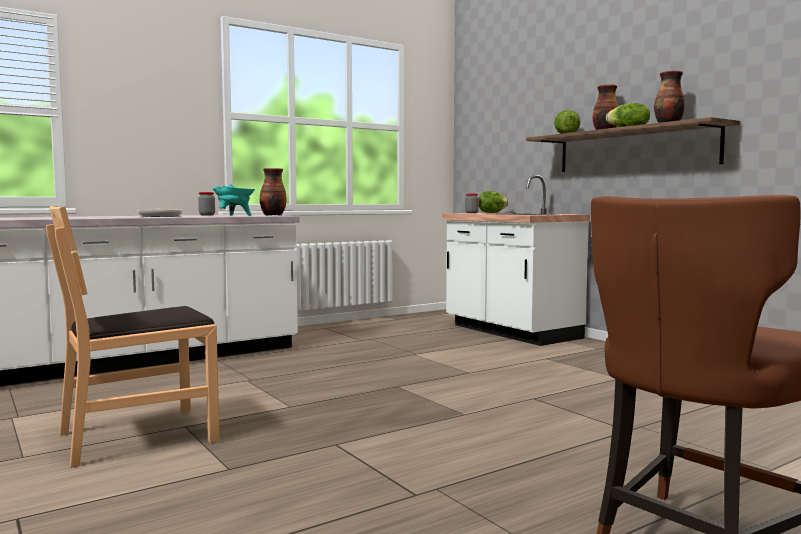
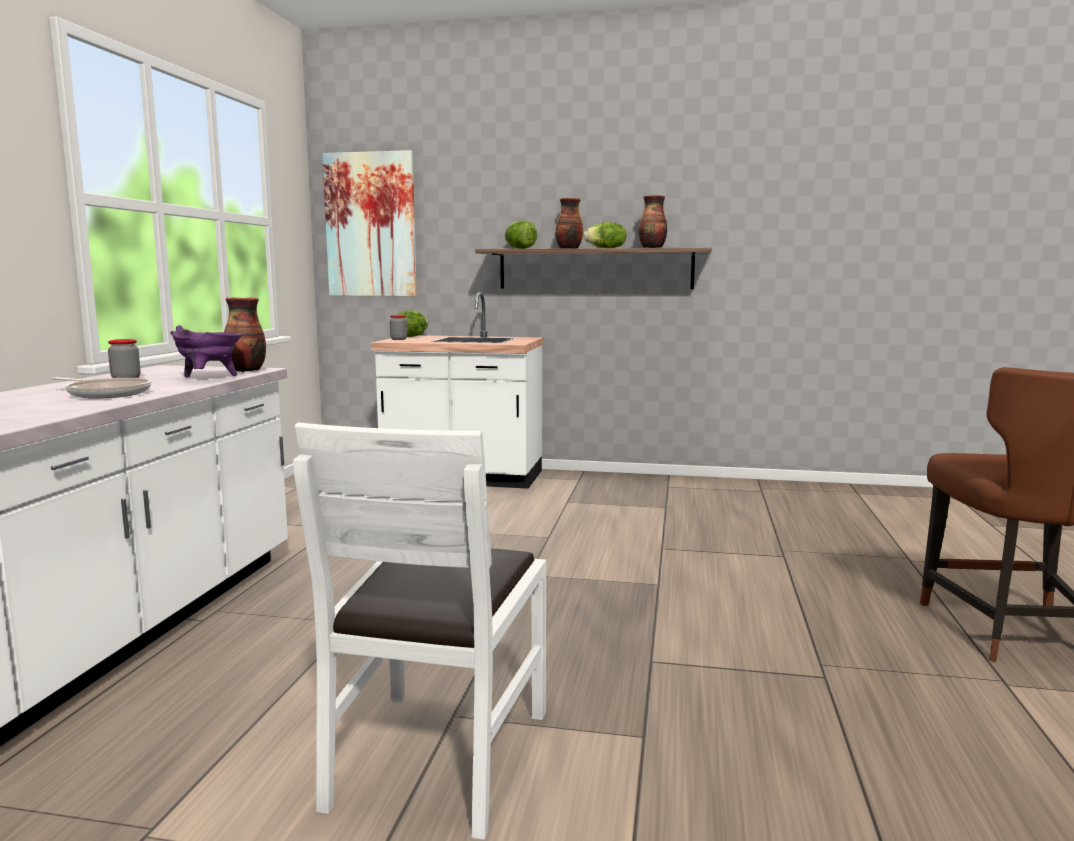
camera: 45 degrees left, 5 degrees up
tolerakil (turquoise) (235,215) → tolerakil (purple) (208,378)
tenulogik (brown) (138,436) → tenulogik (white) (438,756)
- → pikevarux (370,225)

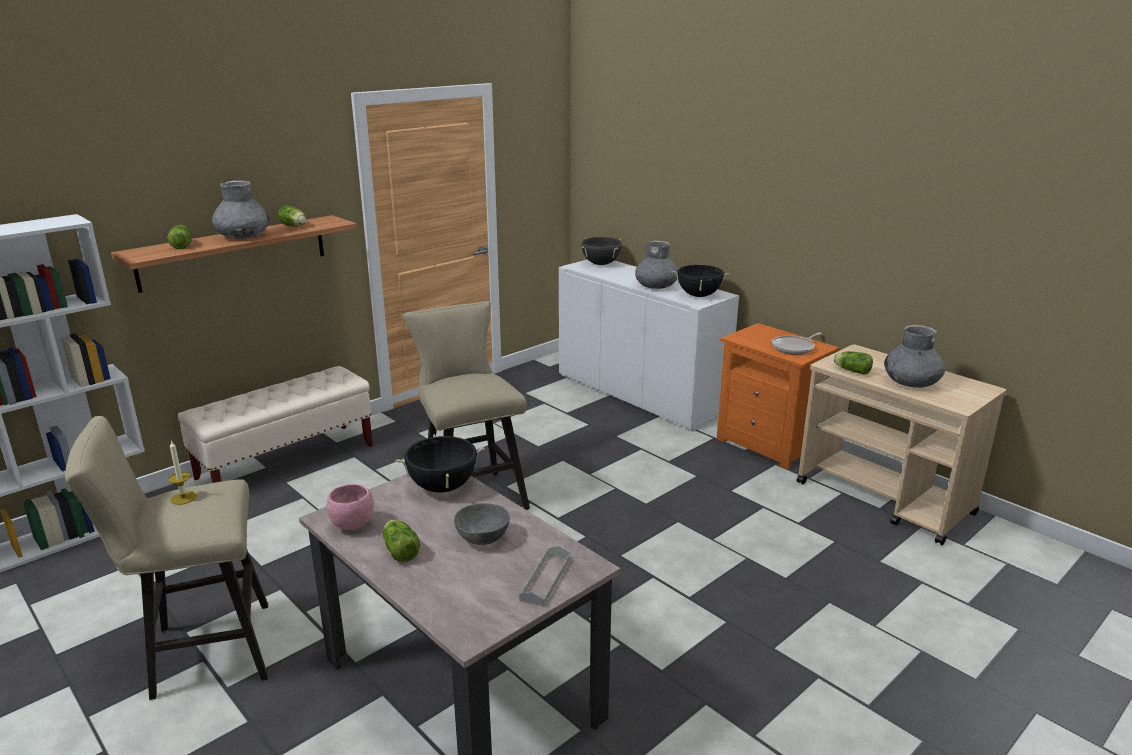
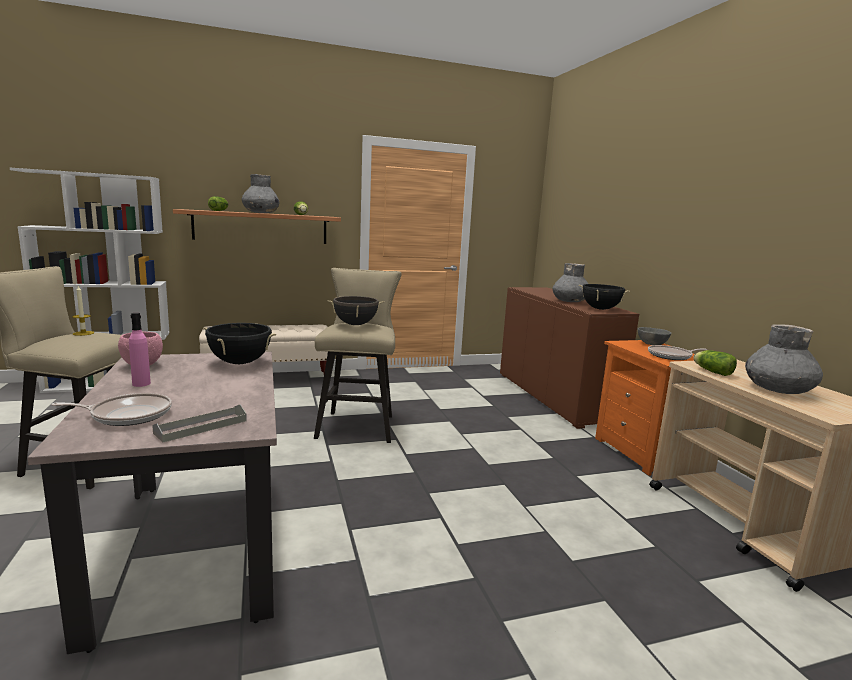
camera: 25 degrees right, 10 degrees down
tolerakil (black) (601,264) → tolerakil (black) (355,324), moved
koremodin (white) (639,393) → koremodin (brown) (553,397)
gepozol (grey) (481,539) → gepozol (grey) (651,344), moved
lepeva (400,550) → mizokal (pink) (141,384)
- → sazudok (127,415)

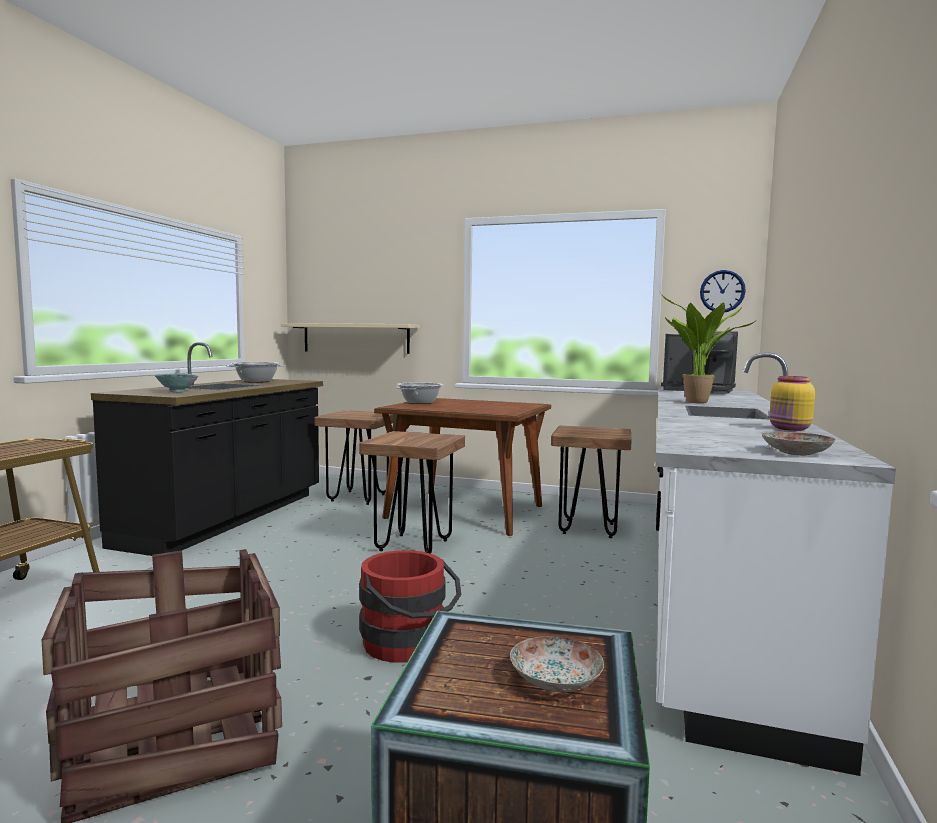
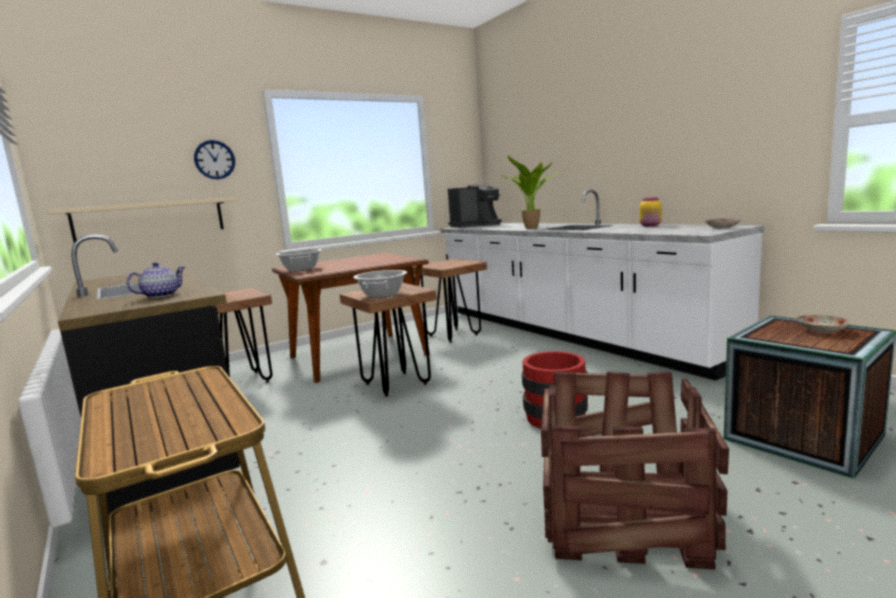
camera: 50 degrees left, 5 degrees up
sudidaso (722,291) → sudidaso (214,159), moved
tolerakil (256,381) → tolerakil (382,295), moved
gepozol (177,392) → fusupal (161,295)

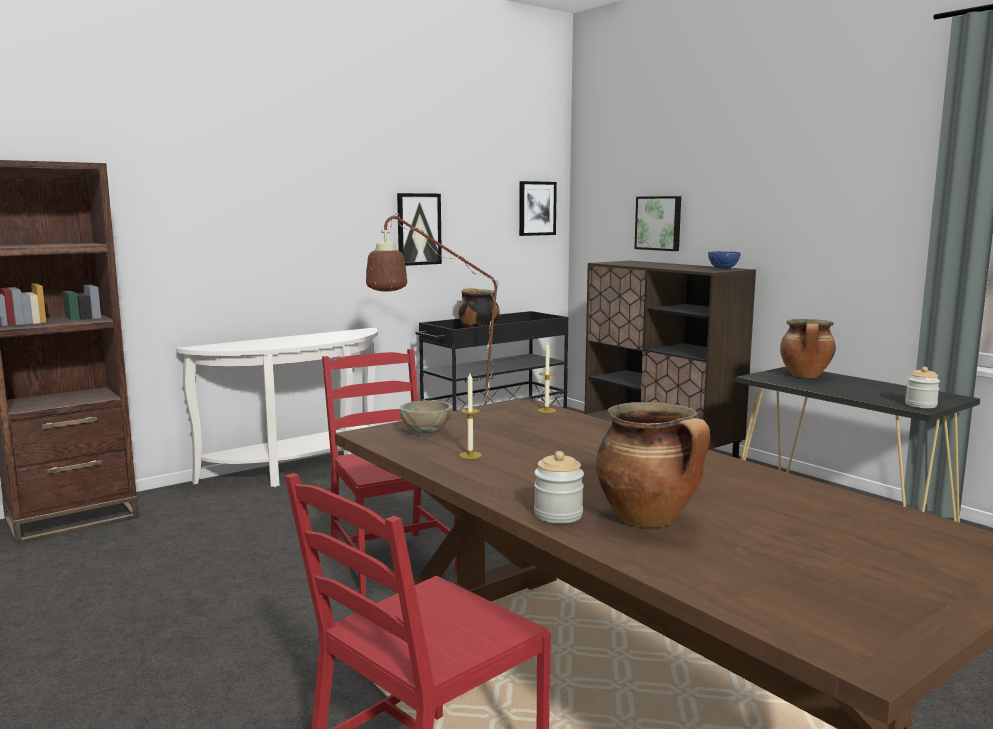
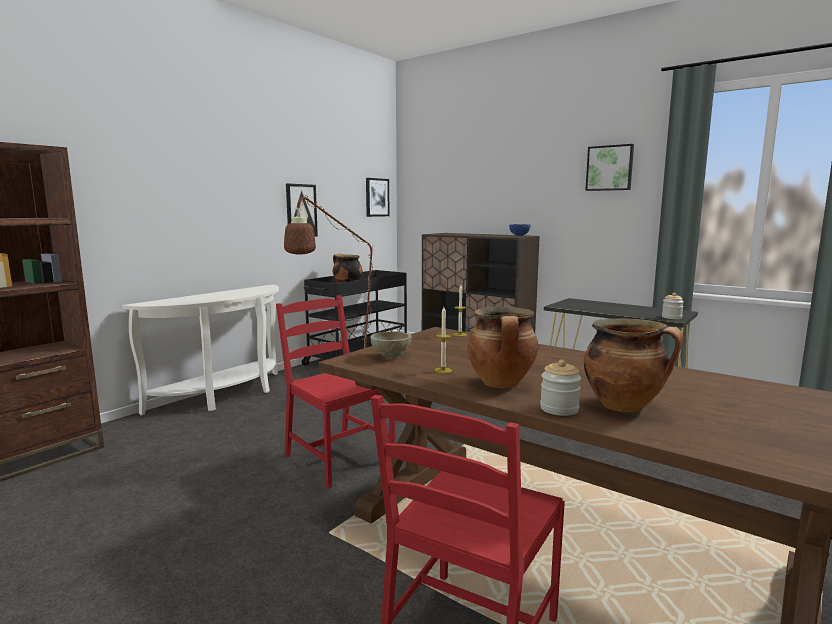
camera: 15 degrees left, 0 degrees up
pikevarux (659,223) → pikevarux (609,168), moved
tolerakil (806,376) → tolerakil (502,384), moved

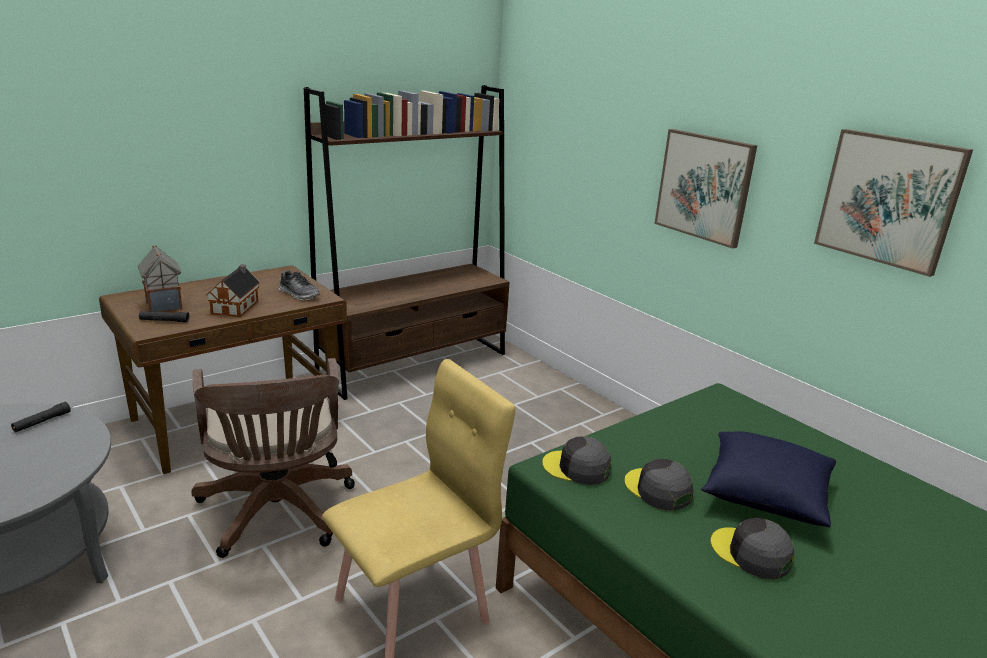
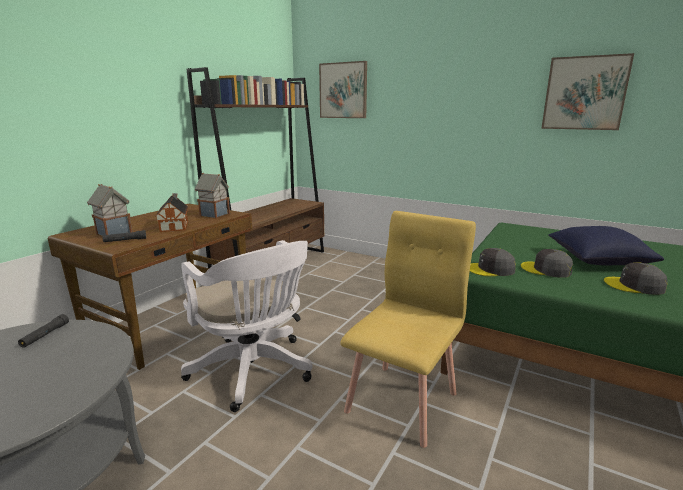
camera: 20 degrees left, 5 degrees down
pikevarux (704,187) → pikevarux (343,90), moved
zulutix (299,294) → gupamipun (214,214)
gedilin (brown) (277,515) → gedilin (white) (254,372)

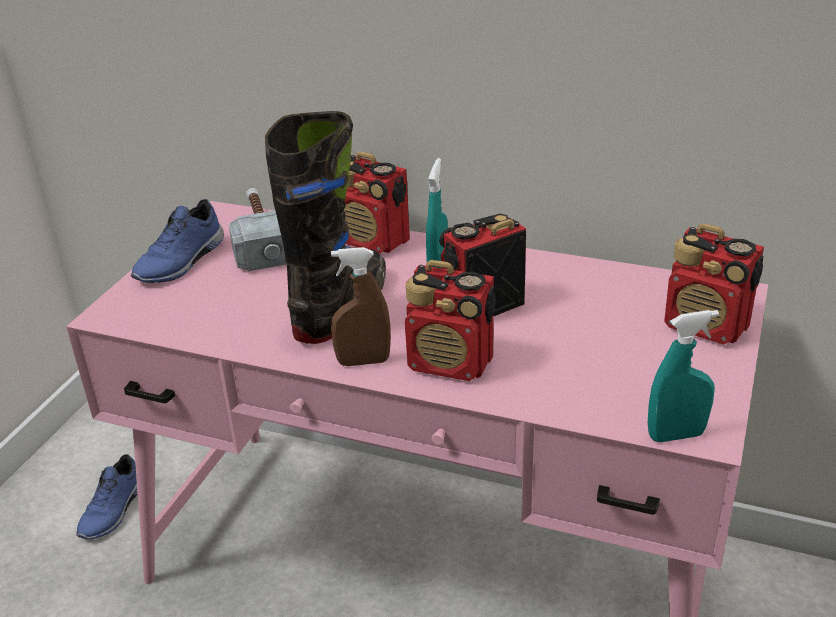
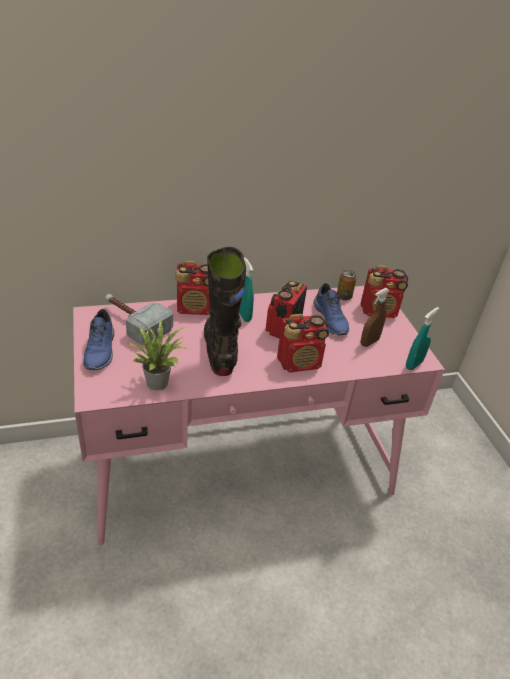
camera: 40 degrees left, 5 degrees up
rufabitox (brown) (363,361) → rufabitox (brown) (369,342), moved
zulutix (blue) (114,510) → zulutix (blue) (331,319), moved
- → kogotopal (343,297)
- → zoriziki (158,381)

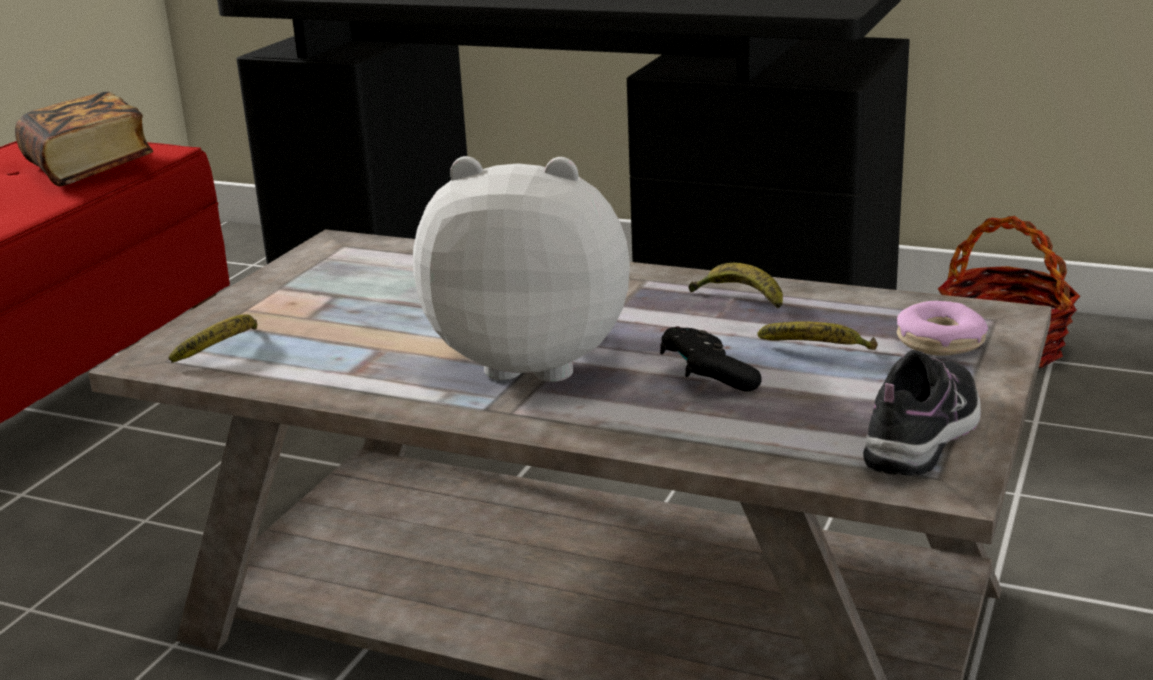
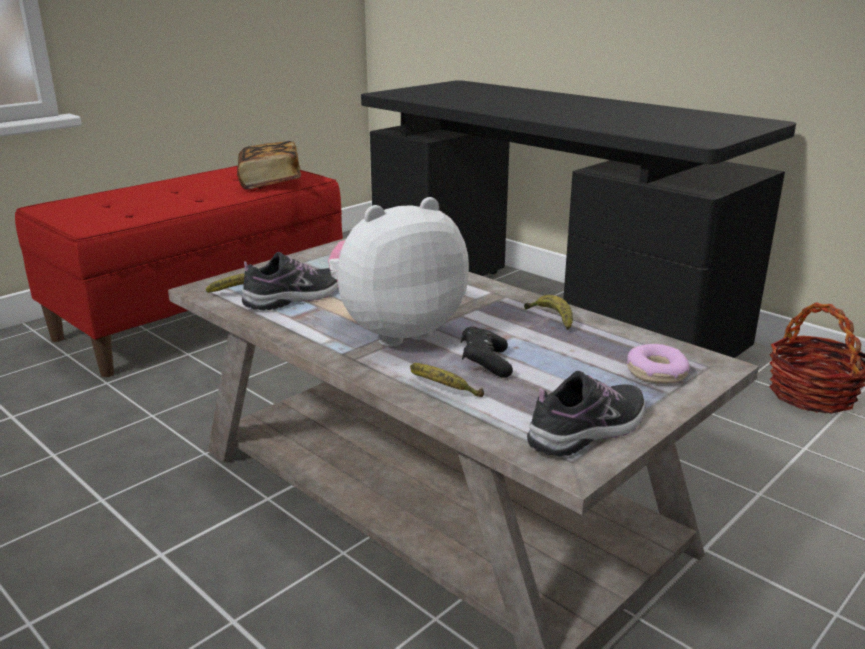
camera: 20 degrees right, 0 degrees up
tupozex (534,360) → tupozex (396,331), 60 degrees counterclockwise
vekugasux (817,352) → vekugasux (442,389), moved
- → zulutix (294,298)

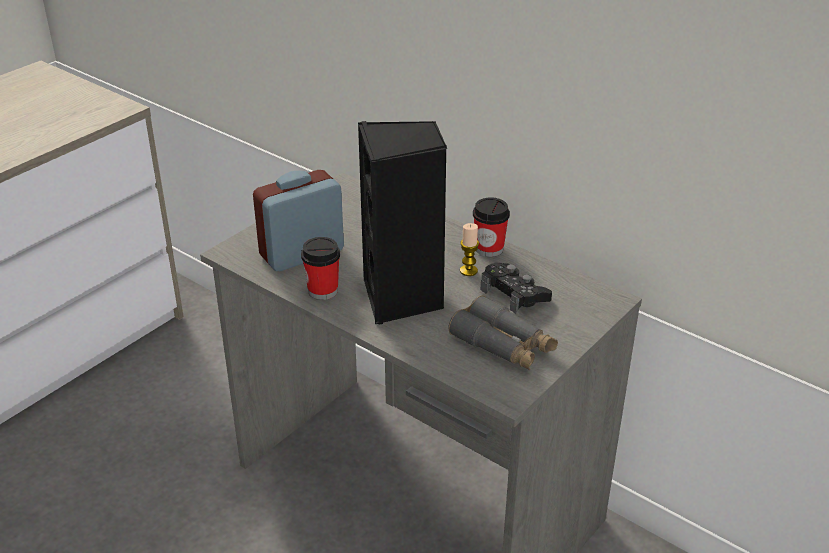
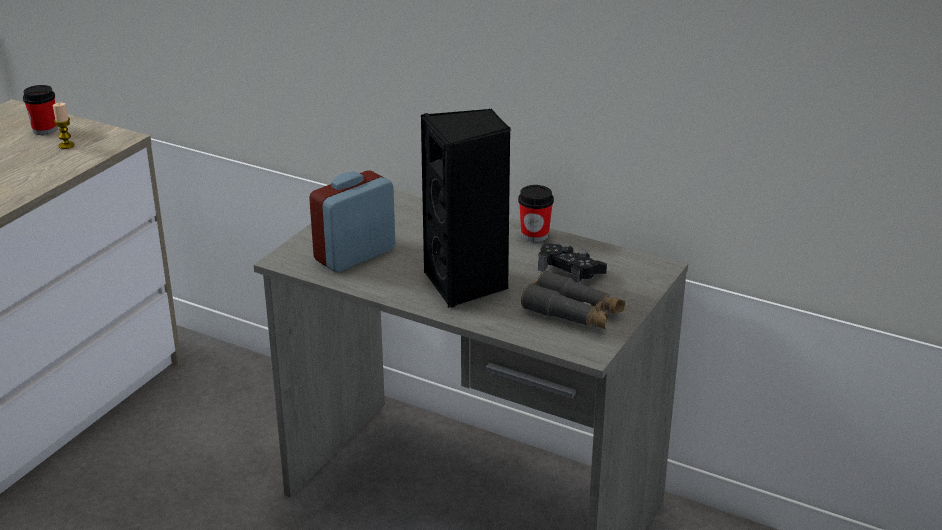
camera: 10 degrees left, 5 degrees down
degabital (468,271) → degabital (66,145), moved
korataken (323,291) → korataken (45,130), moved

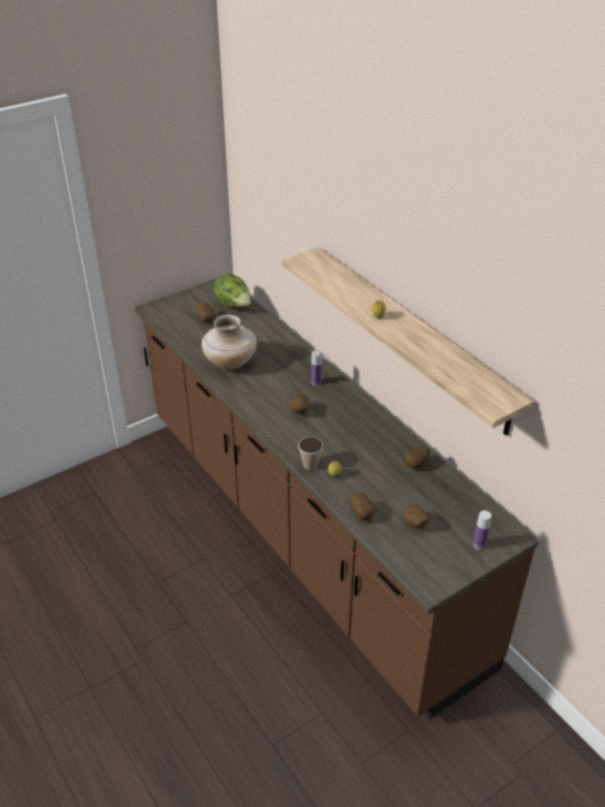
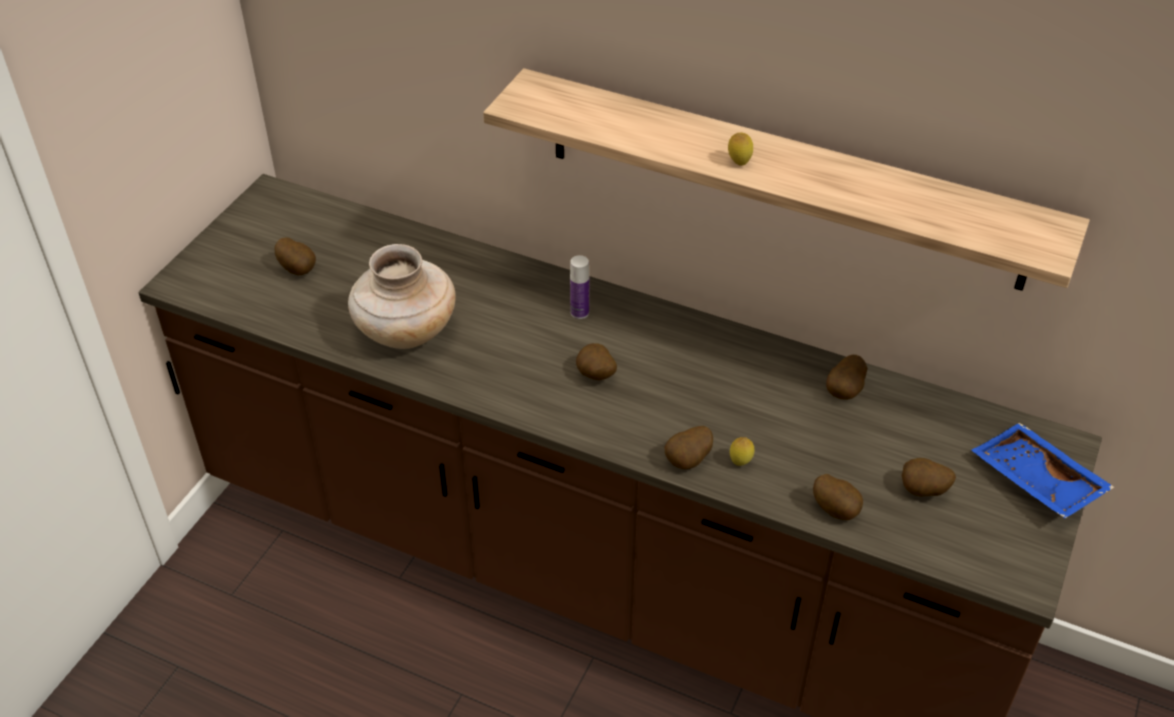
camera: 30 degrees left, 5 degrees up
lepeva (234,305) → -
korataken (310,465) → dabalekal (688,461)
mizokal (479,545) → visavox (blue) (1034,481)

